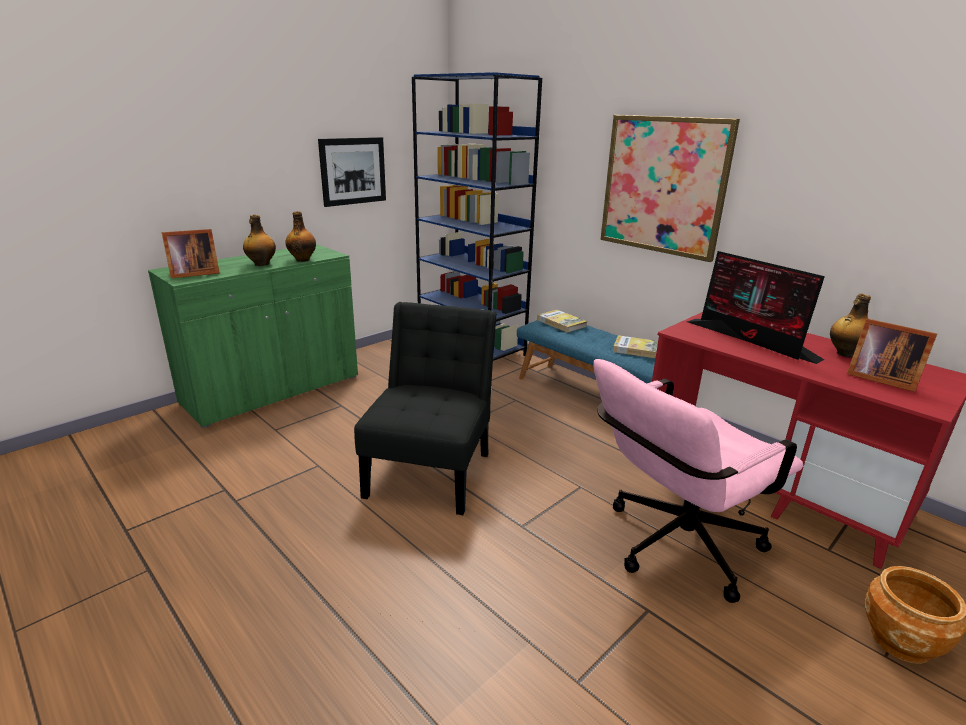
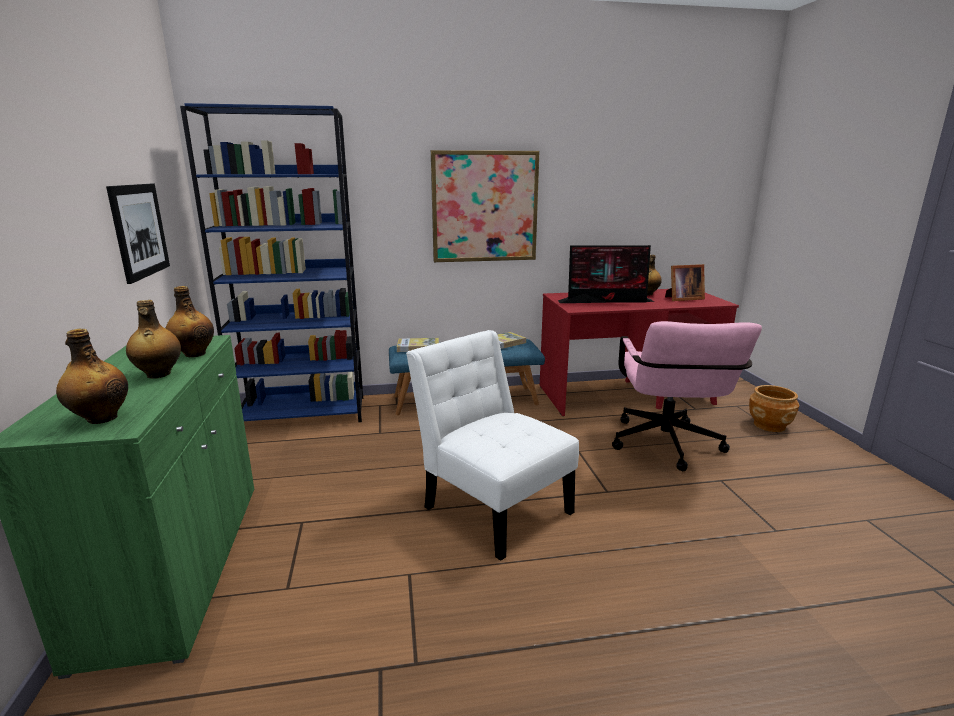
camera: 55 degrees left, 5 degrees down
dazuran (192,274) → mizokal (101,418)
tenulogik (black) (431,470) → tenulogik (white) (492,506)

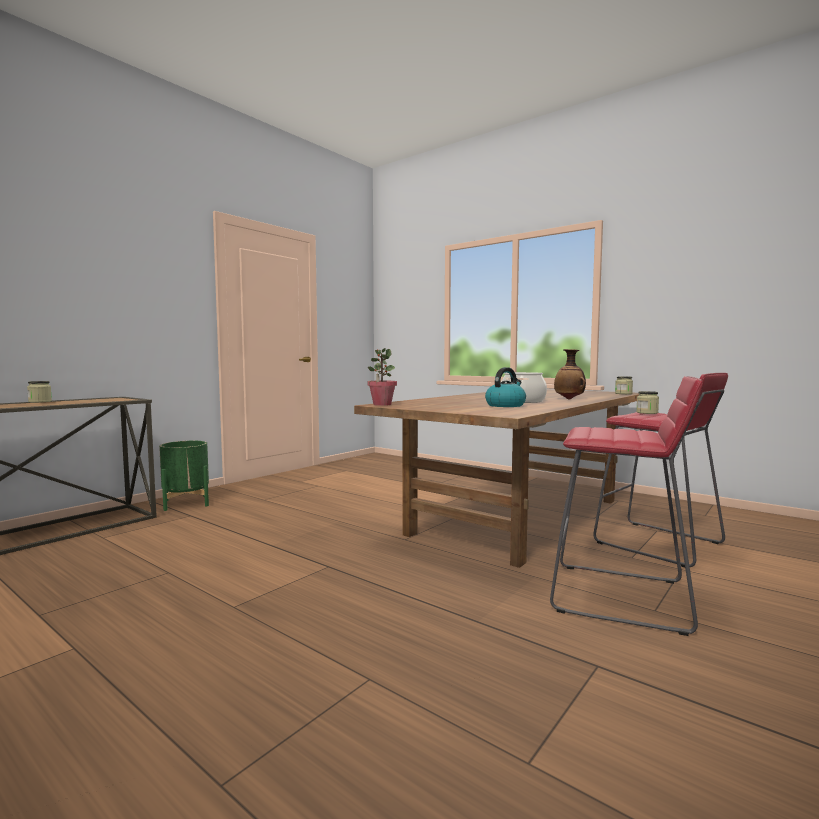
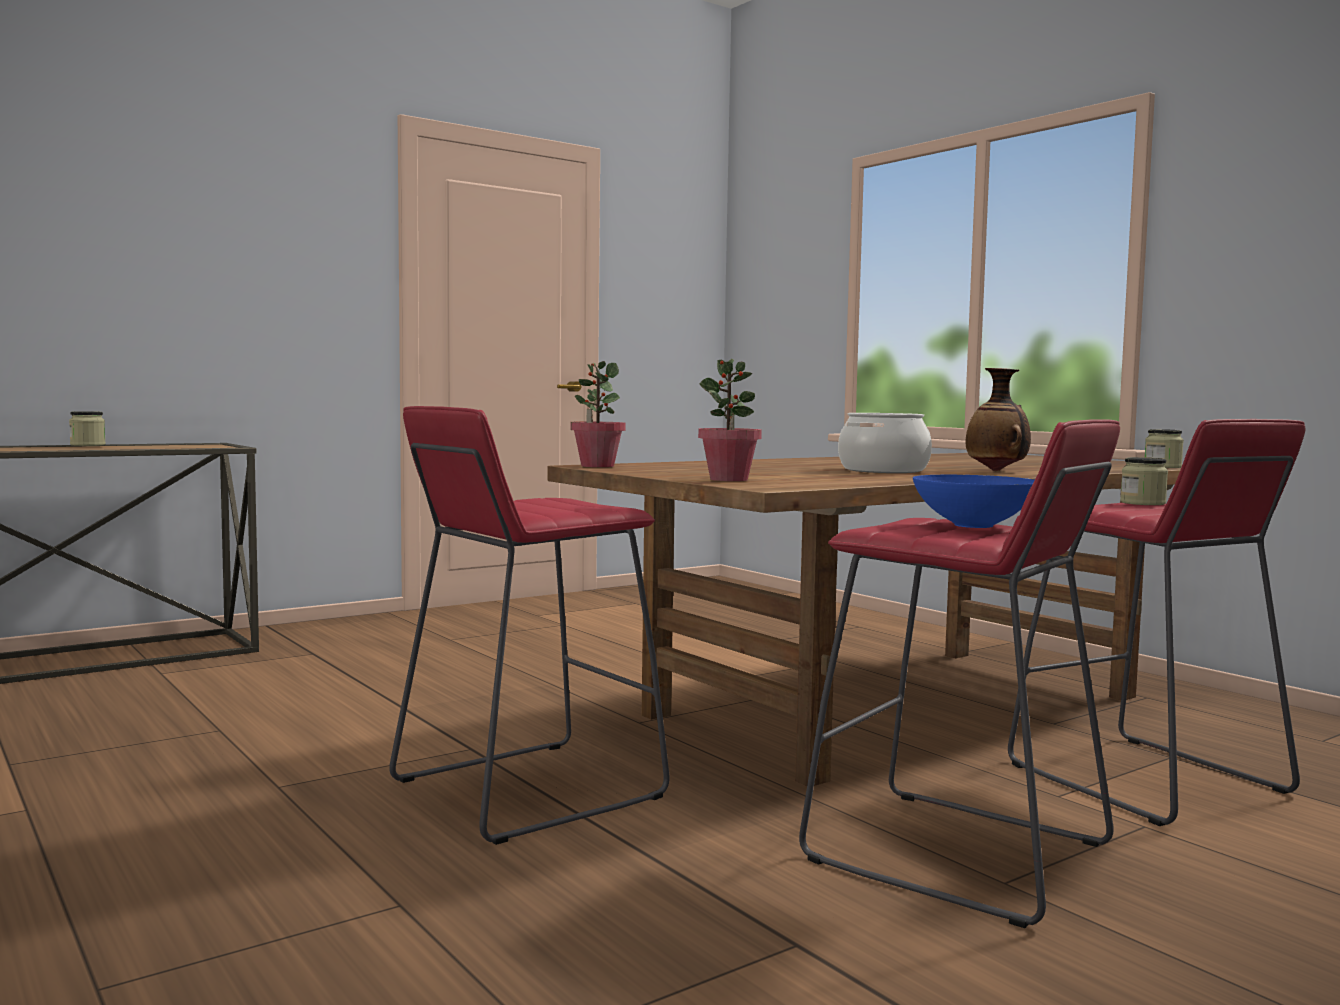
camera: 15 degrees right, 0 degrees up
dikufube (505,405) → -
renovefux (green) (186,503) → -
- → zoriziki (728,479)
- → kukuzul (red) (525,789)
- → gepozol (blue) (971,525)

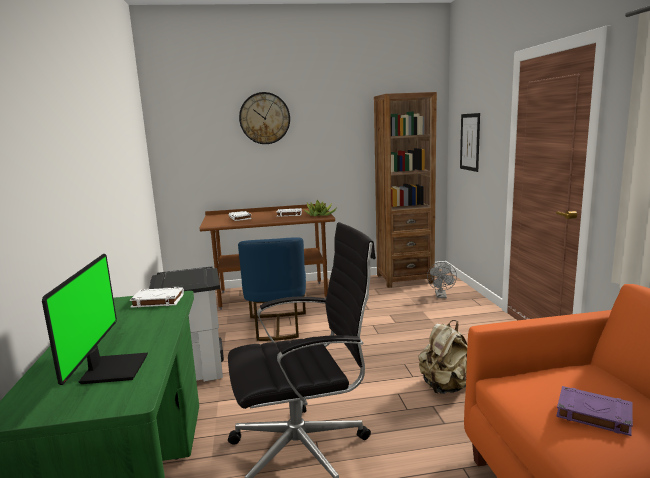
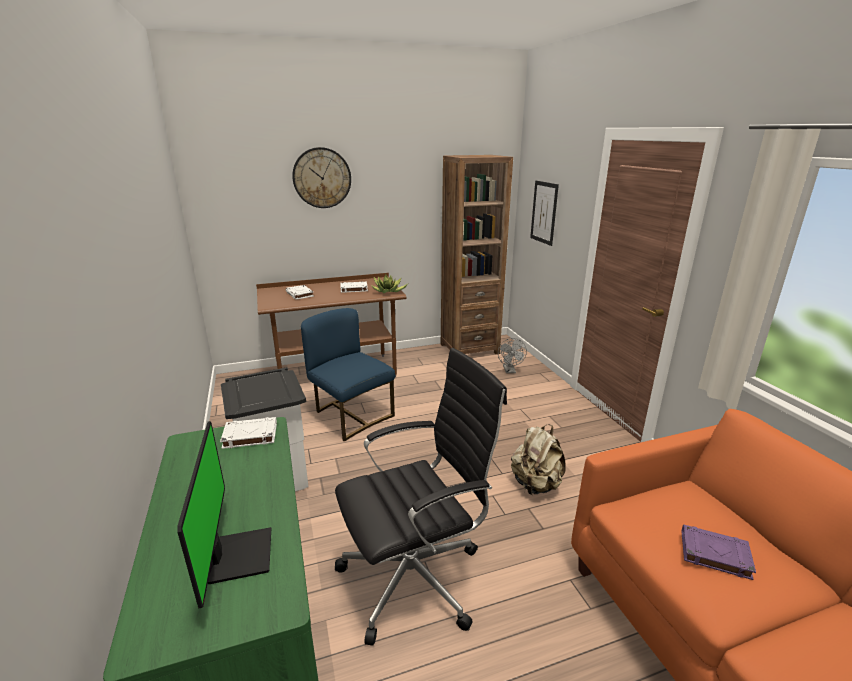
camera: 10 degrees left, 10 degrees up
tenulogik (blue) (277,326) → tenulogik (blue) (351,415), 150 degrees clockwise

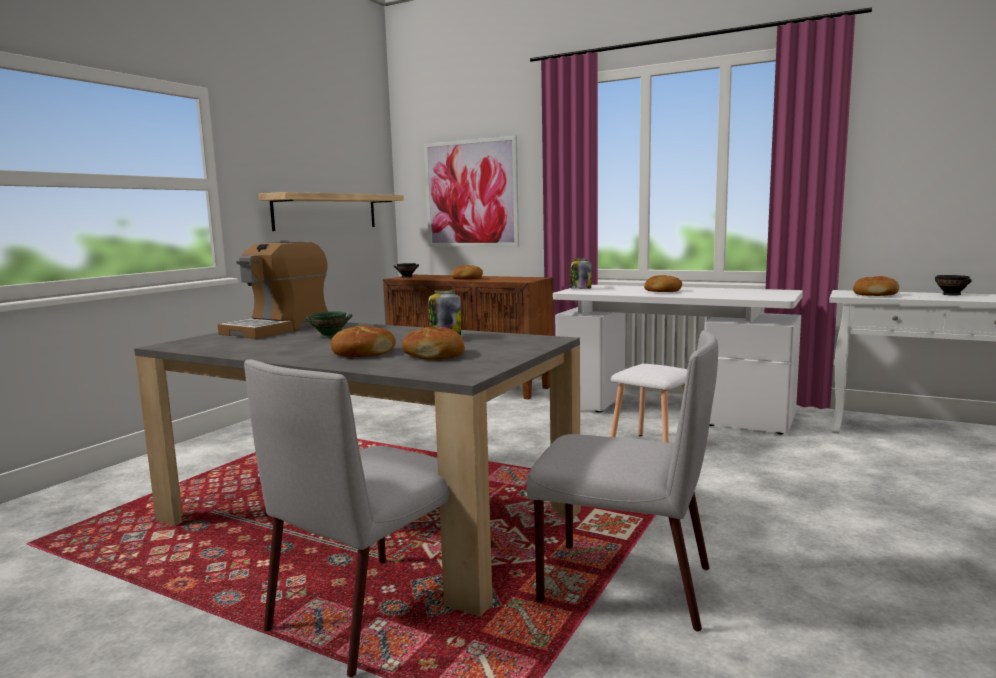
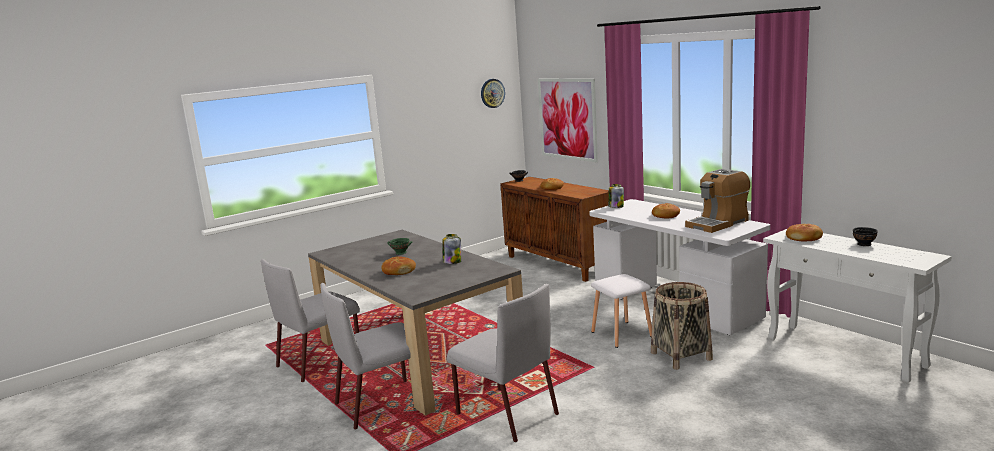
camera: 25 degrees right, 5 degrees up
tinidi (326,211) → -
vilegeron (278,328) → vilegeron (718,223), moved
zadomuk (434,354) → -
- → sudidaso (492,93)
- → tenulogik (grey) (321,361)
- → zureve (680,356)

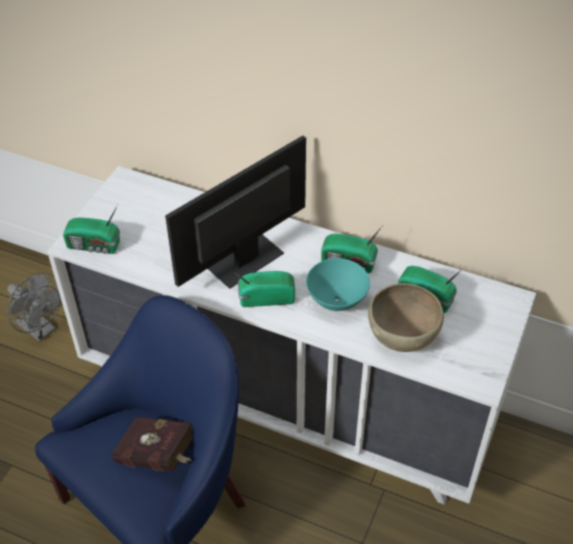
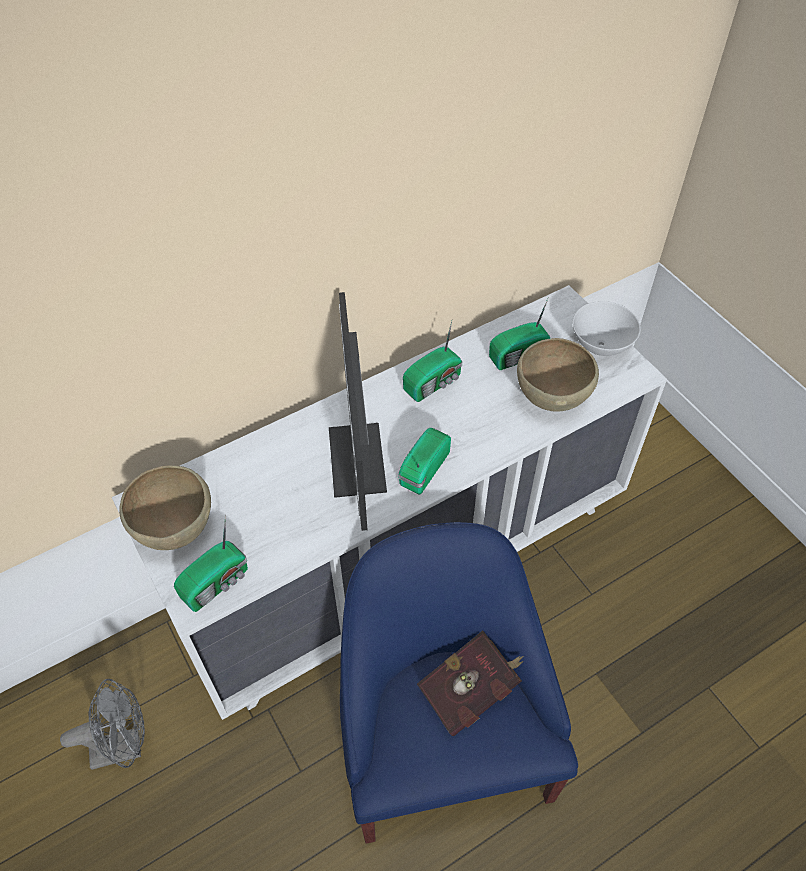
camera: 55 degrees left, 5 degrees up
gepozol (turquoise) (336,300) → -
- → gepozol (white) (601,346)
- → gepozol (brown) (175,528)

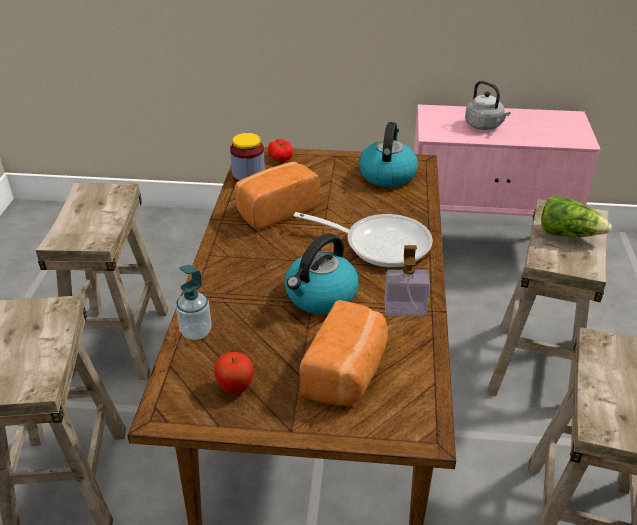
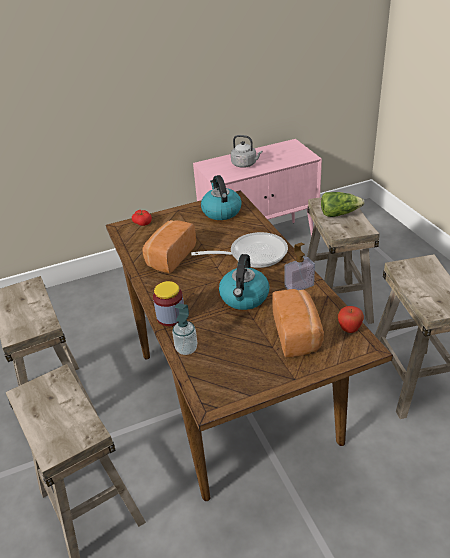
camera: 25 degrees left, 0 degrees up
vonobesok (248,176) → vonobesok (171,317), moved
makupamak (235,388) → makupamak (349,330), moved

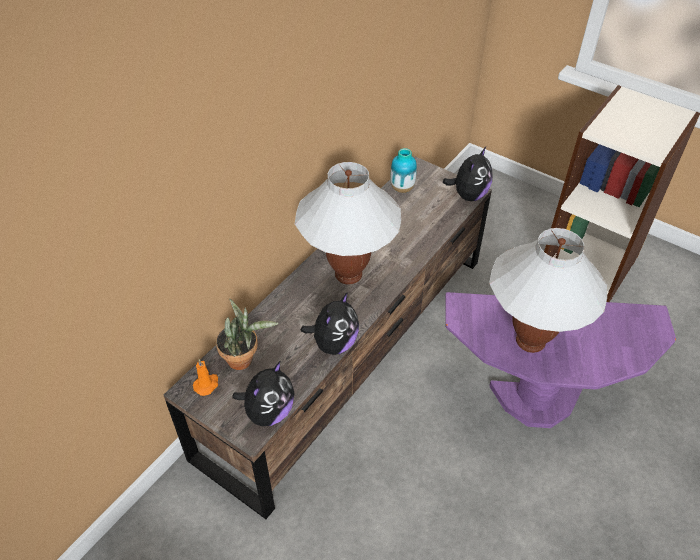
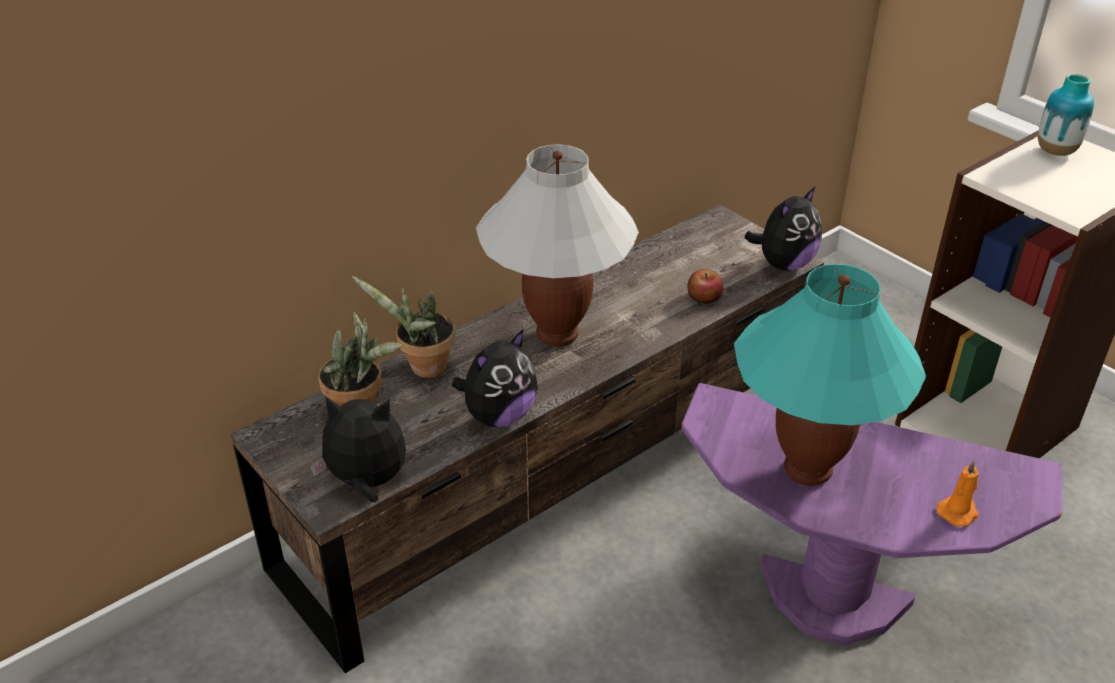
camera: 15 degrees right, 10 degrees down
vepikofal (402,188) → vepikofal (1055,151), moved
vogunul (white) (530,341) → vogunul (turquoise) (808,470)
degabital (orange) (207,384) → degabital (orange) (958,512), moved
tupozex (268,412) → tupozex (366,482), 135 degrees counterclockwise
- → makupamak (704,297)
- → zoriziki (423,368)

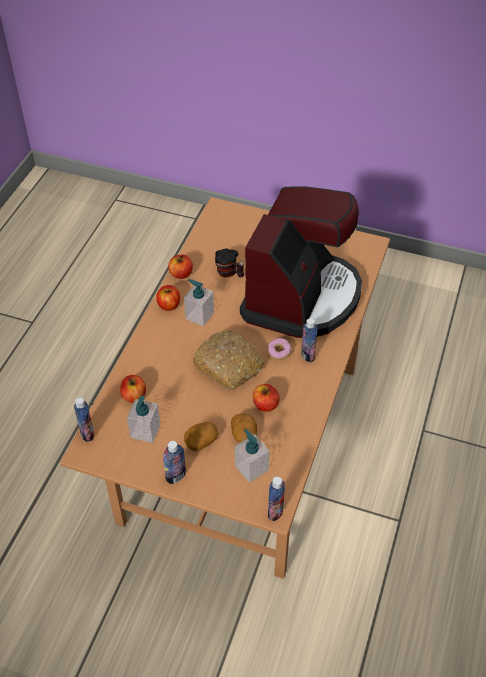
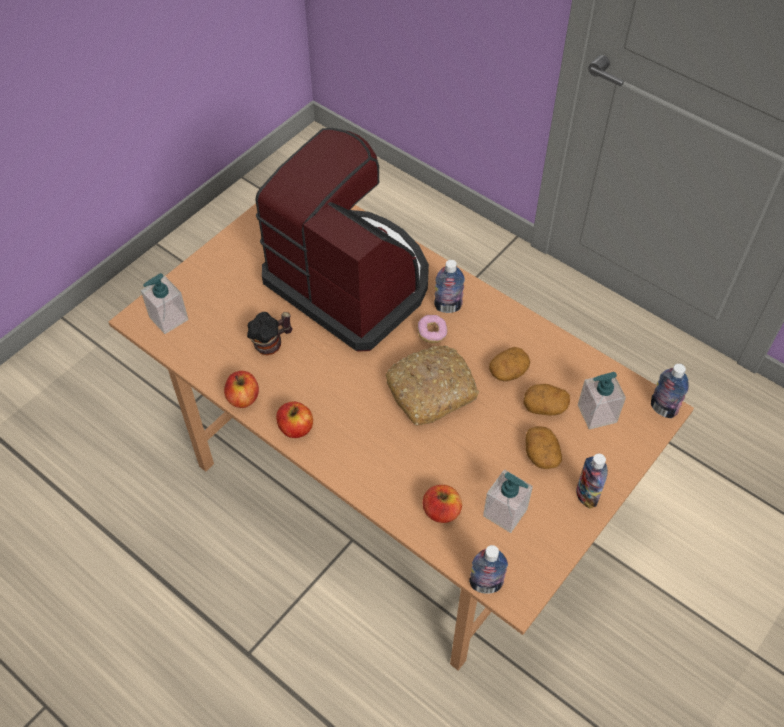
camera: 70 degrees left, 5 degrees up
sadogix (199,315) → sadogix (168,318), moved
makupamak (265,405) → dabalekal (508,372)

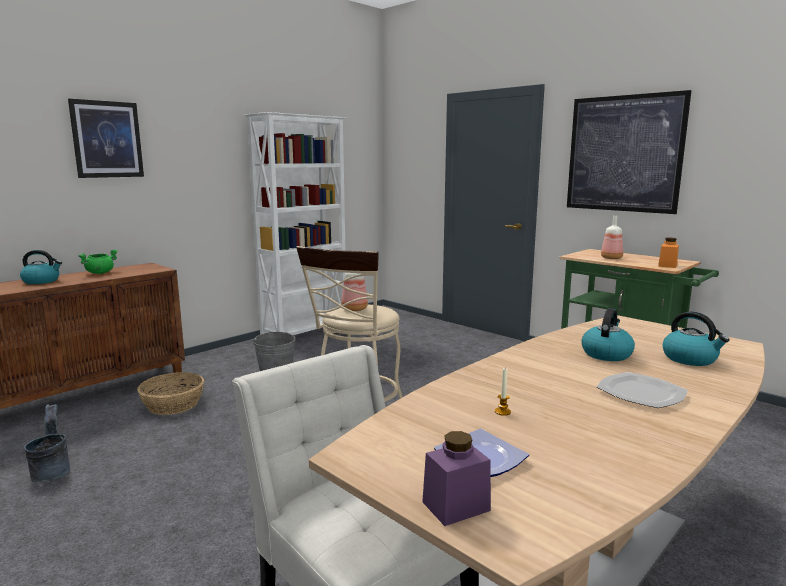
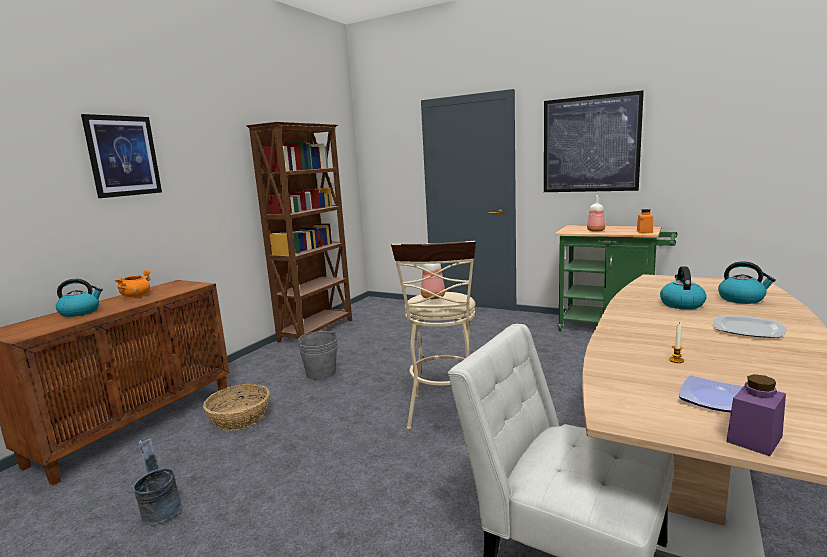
camera: 15 degrees left, 0 degrees up
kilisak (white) (306,333) → kilisak (brown) (317,330)
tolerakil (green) (100,273) → tolerakil (orange) (136,296)

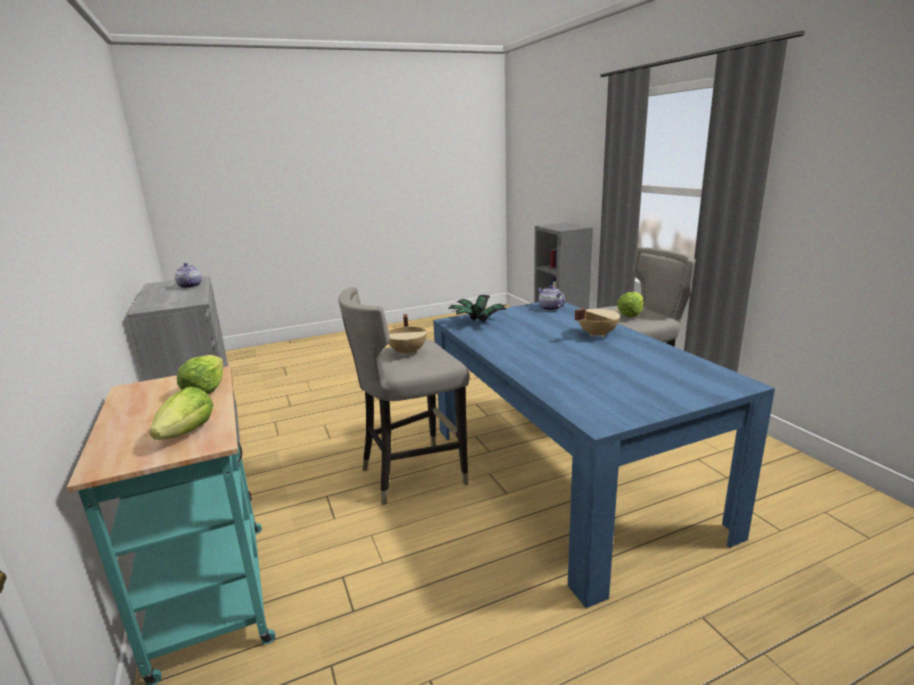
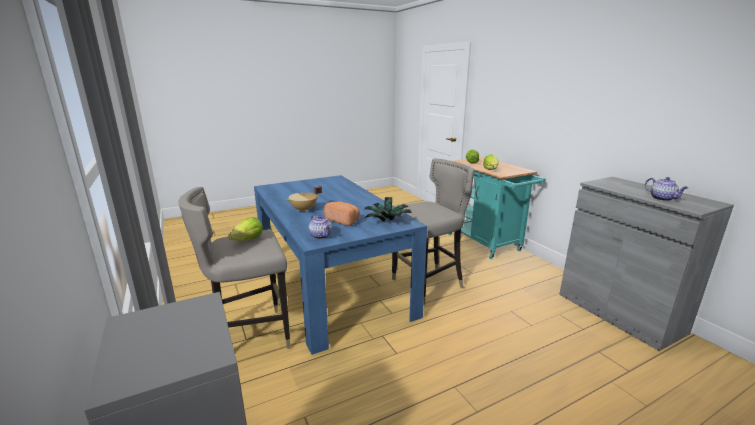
camera: 175 degrees right, 0 degrees up
tolerakil (beige) (408,352) → -
- → zadomuk (343,220)

